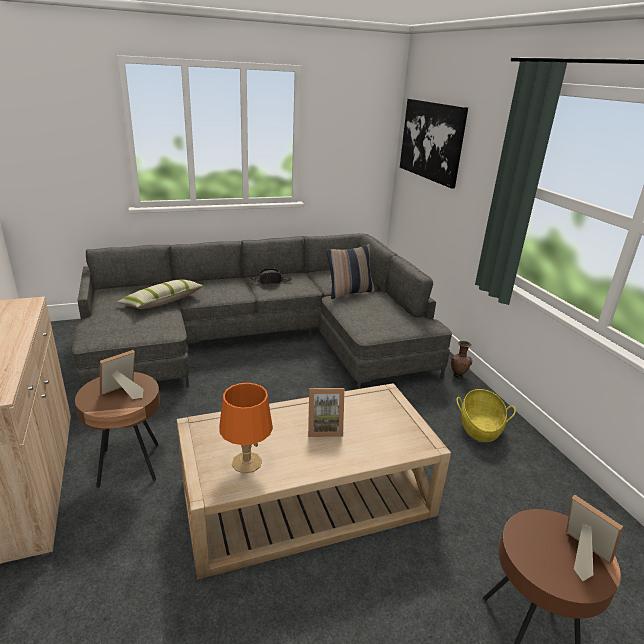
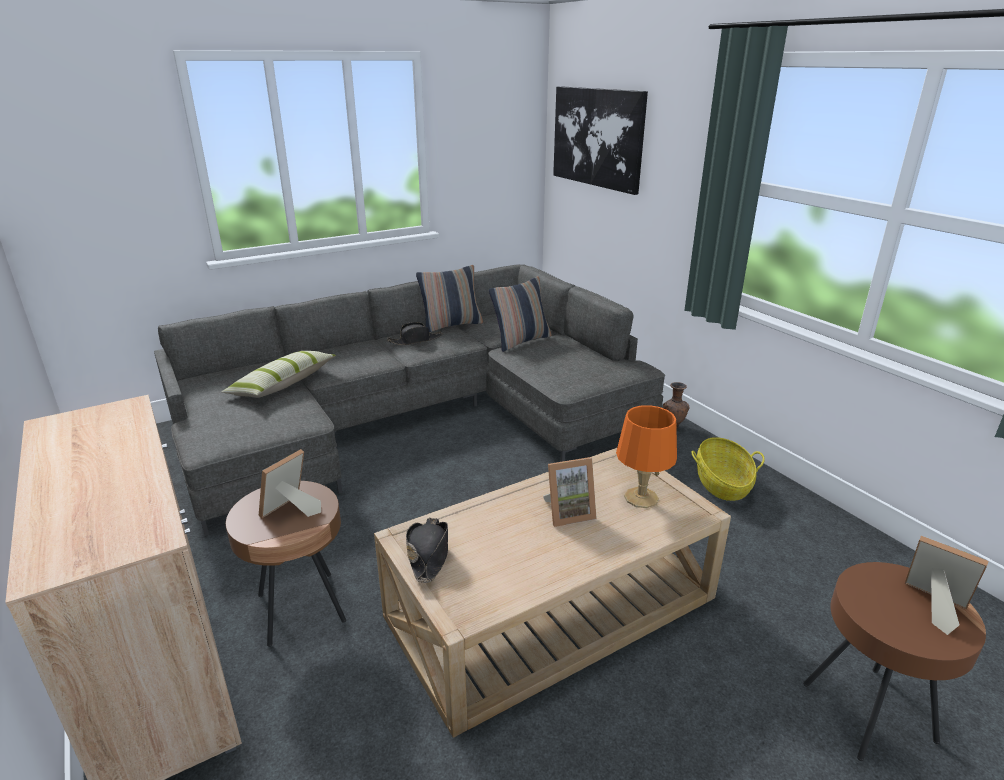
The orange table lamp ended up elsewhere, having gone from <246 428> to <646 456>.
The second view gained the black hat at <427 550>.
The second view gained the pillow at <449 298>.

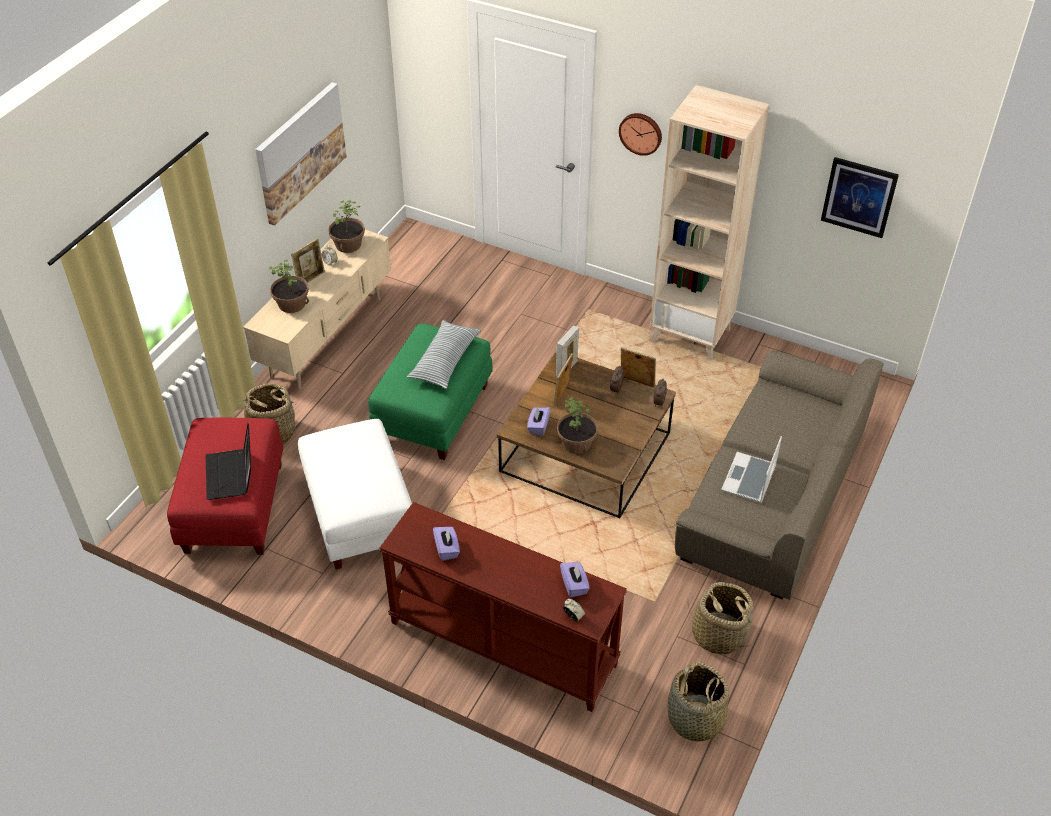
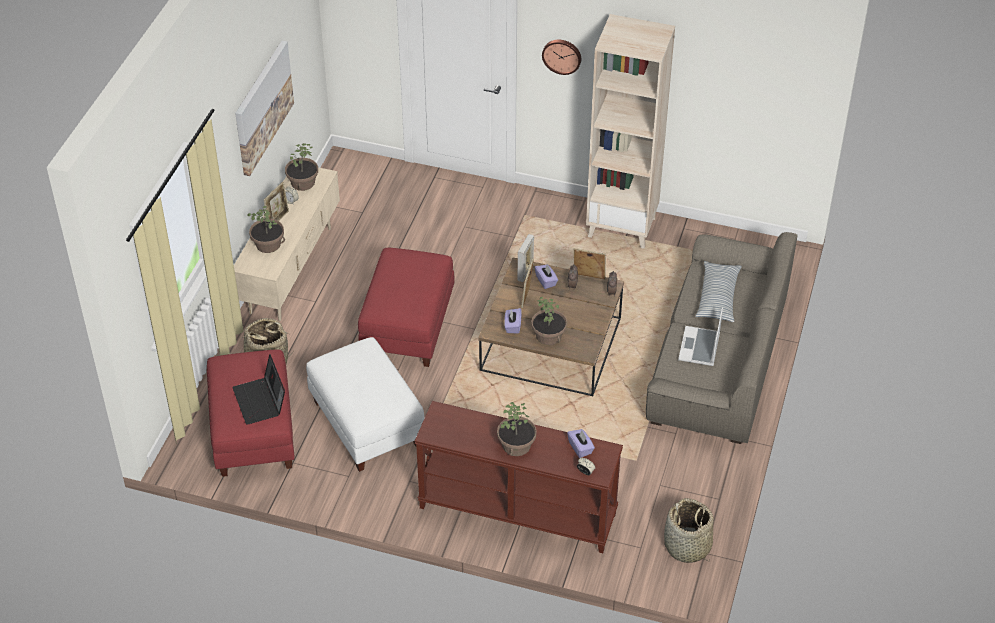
What was the green ottoman at <430 392> turned into the red ottoman at <406 307>.
The pillow ended up elsewhere, having gone from <444 354> to <718 291>.
The purple tissue box ended up elsewhere, having gone from <446 544> to <546 276>.
The second view lost the basket at <720 618>.
The second view lost the picture at <860 197>.
The second view gained the potted plant at <517 429>.

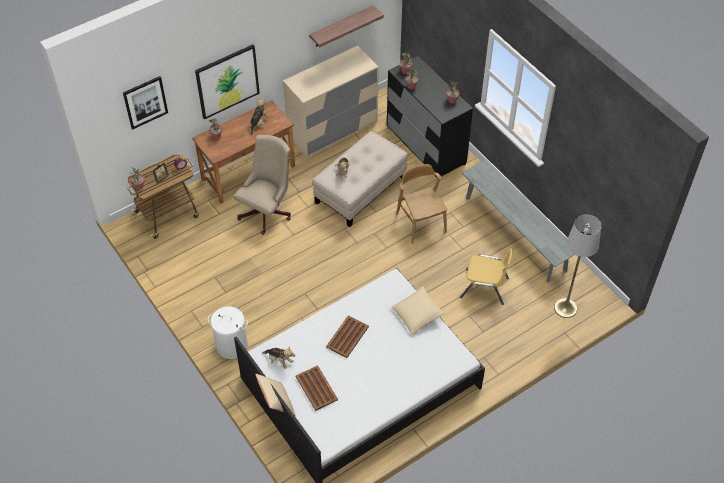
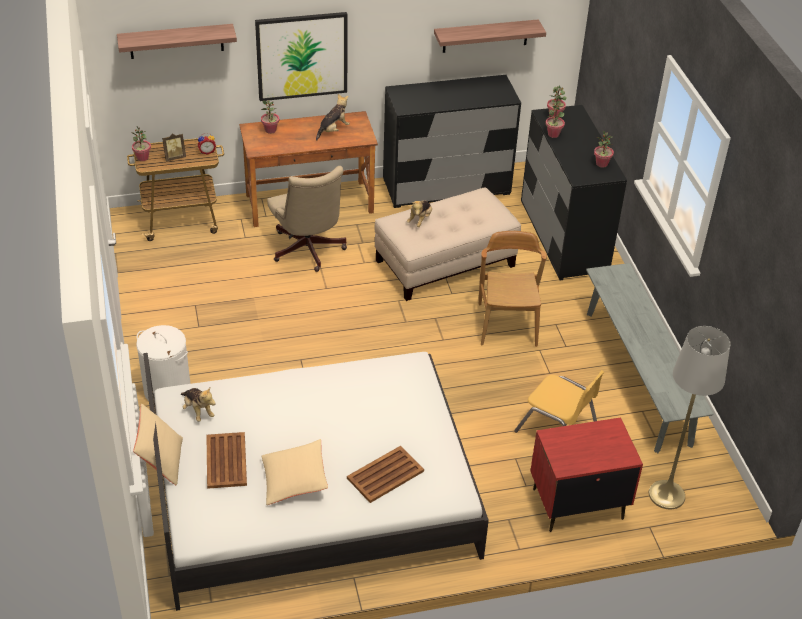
Where the picture hung at <145 103>, the shelf came to hang at <177 41>.
The beige office chair at <262 185> ended up facing another way, 105 degrees clockwise from before.
What was the beige dresser at <331 102> turned into the black dresser at <452 141>.
The brown tray ended up elsewhere, having gone from <347 337> to <385 474>.
The beige pillow ended up elsewhere, having gone from <417 310> to <295 472>.
The second view gained the red nightstand at <586 474>.

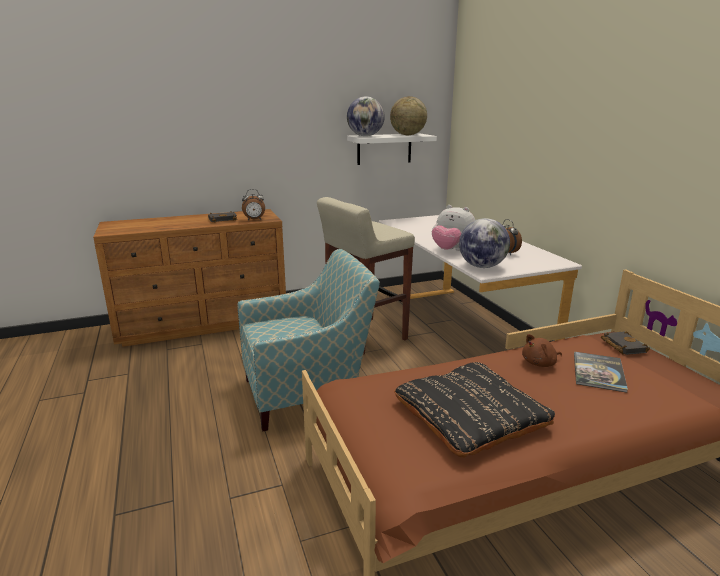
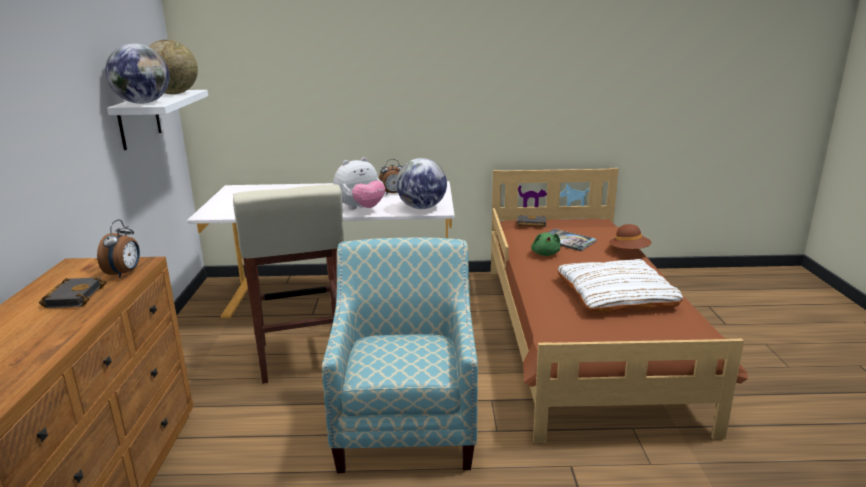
What was the black pillow at <474 410> turned into the white pillow at <620 286>.
What was the brown plush toy at <542 350> turned into the green plush toy at <546 244>.
The second view gained the brown hat at <630 236>.

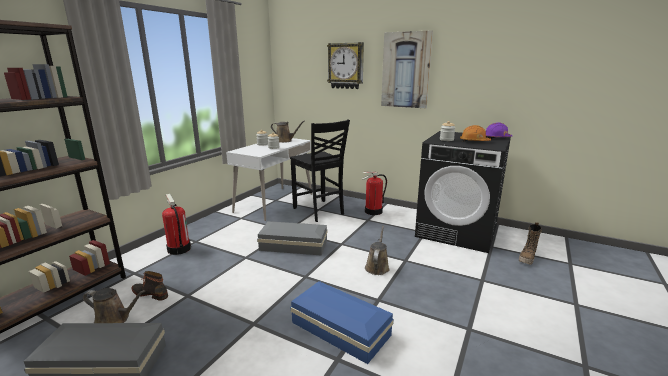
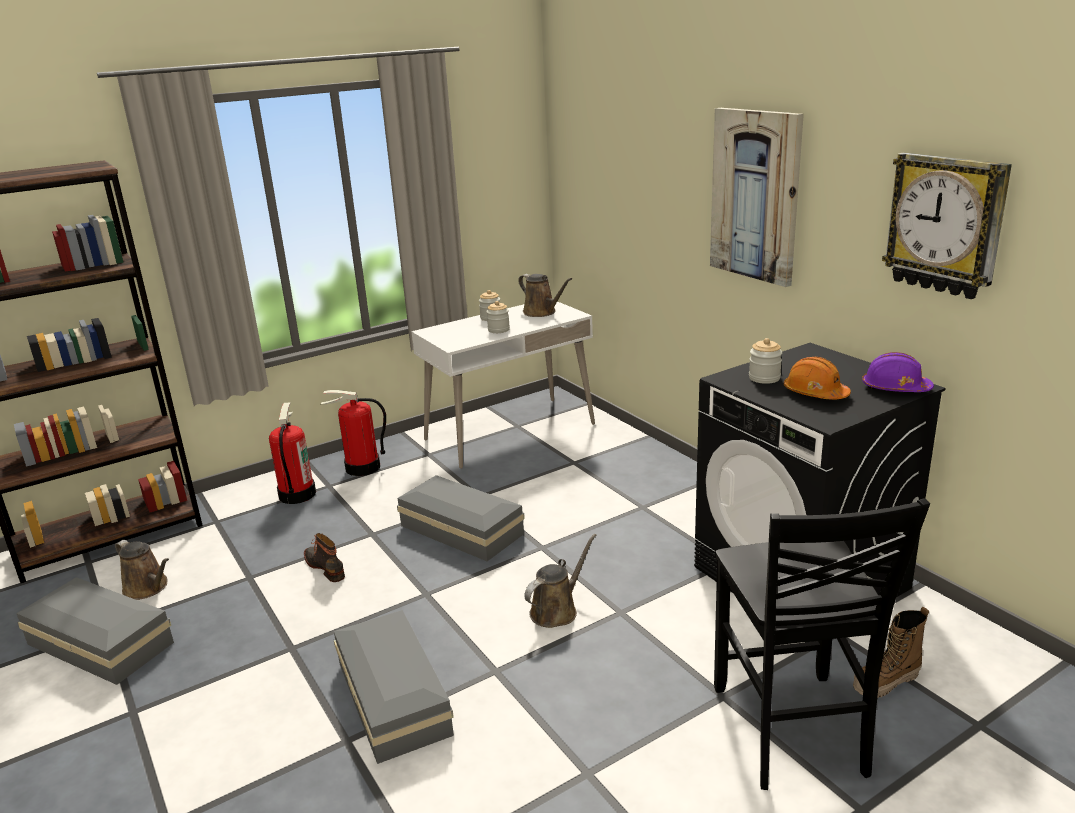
The boot ended up elsewhere, having gone from <149 285> to <324 557>.
The black chair ended up elsewhere, having gone from <320 171> to <822 644>.
What was the blue storage box at <342 322> turned into the grey storage box at <394 687>.
The wall clock ended up elsewhere, having gone from <345 65> to <947 226>.
The fire extinguisher ended up elsewhere, having gone from <374 193> to <353 433>.

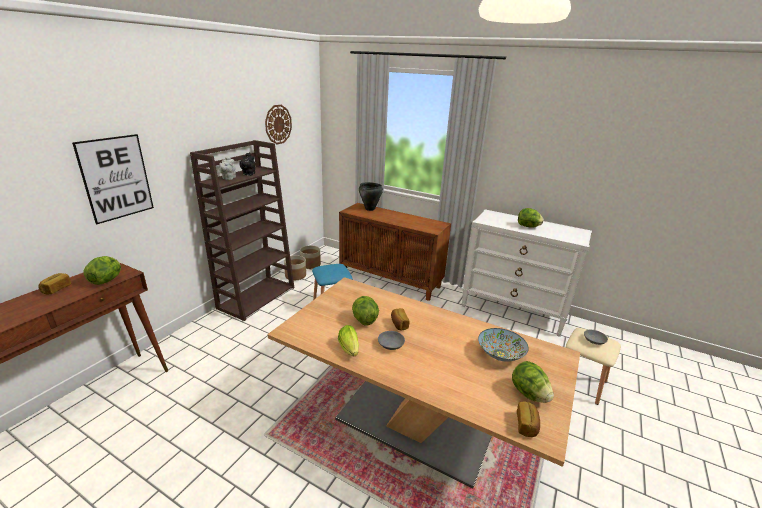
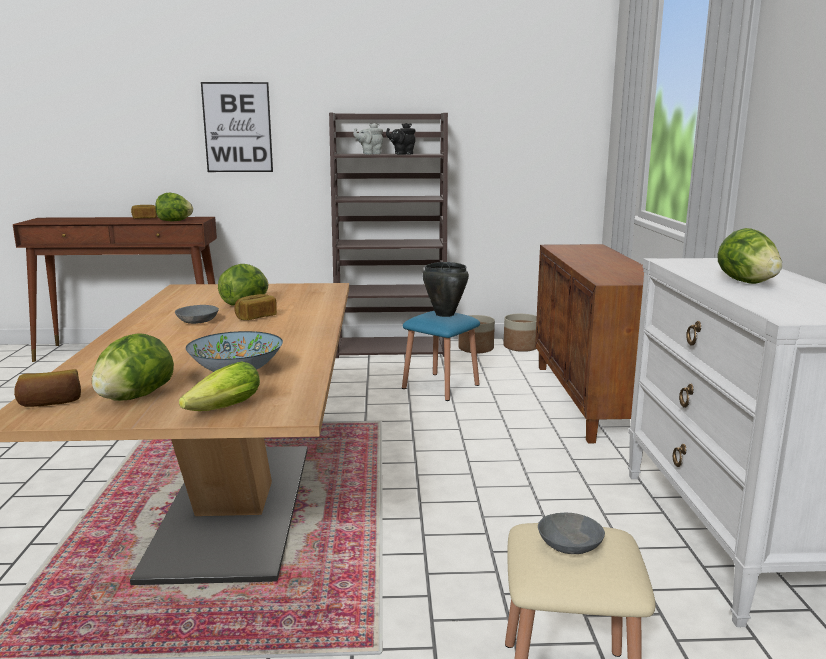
The second view lost the wall clock at <278 124>.
The lettuce ended up elsewhere, having gone from <348 340> to <219 386>.
The black cooking pot ended up elsewhere, having gone from <371 196> to <445 289>.

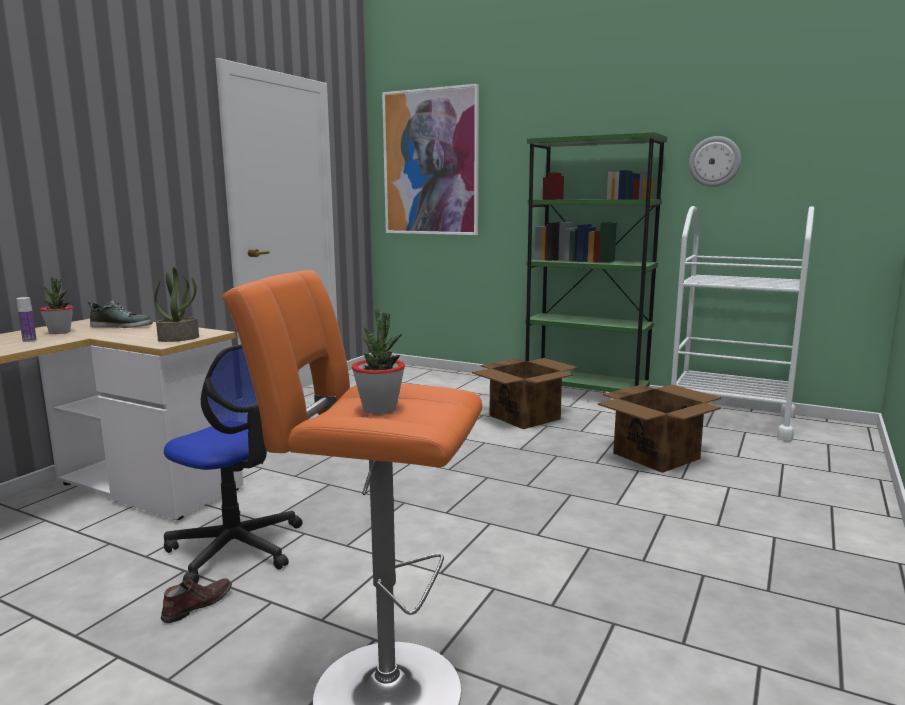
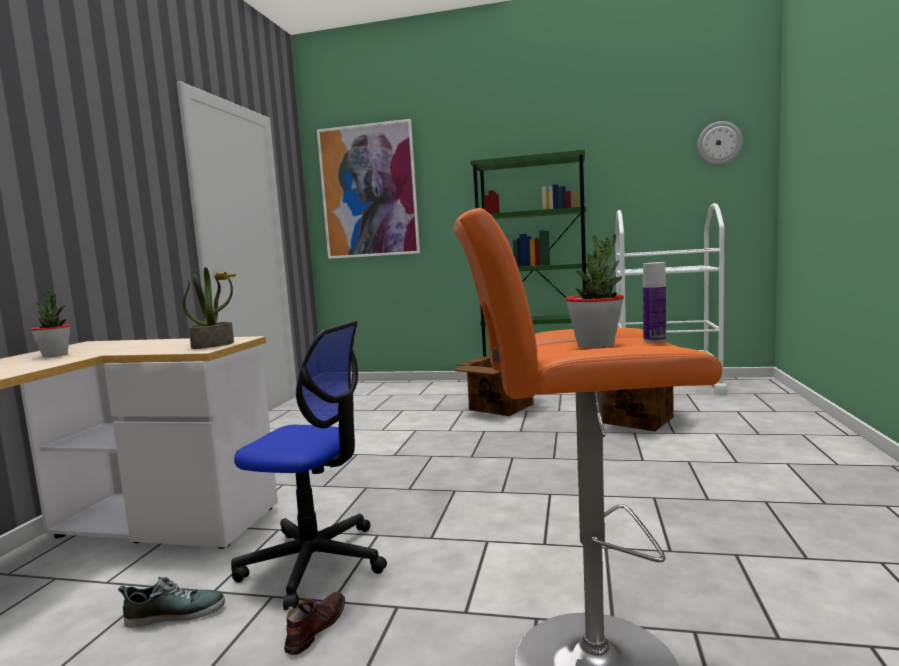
The bottle ended up elsewhere, having gone from <26 319> to <654 302>.
The shoe ended up elsewhere, having gone from <120 314> to <171 602>.
The wall clock ended up elsewhere, having gone from <715 161> to <720 143>.

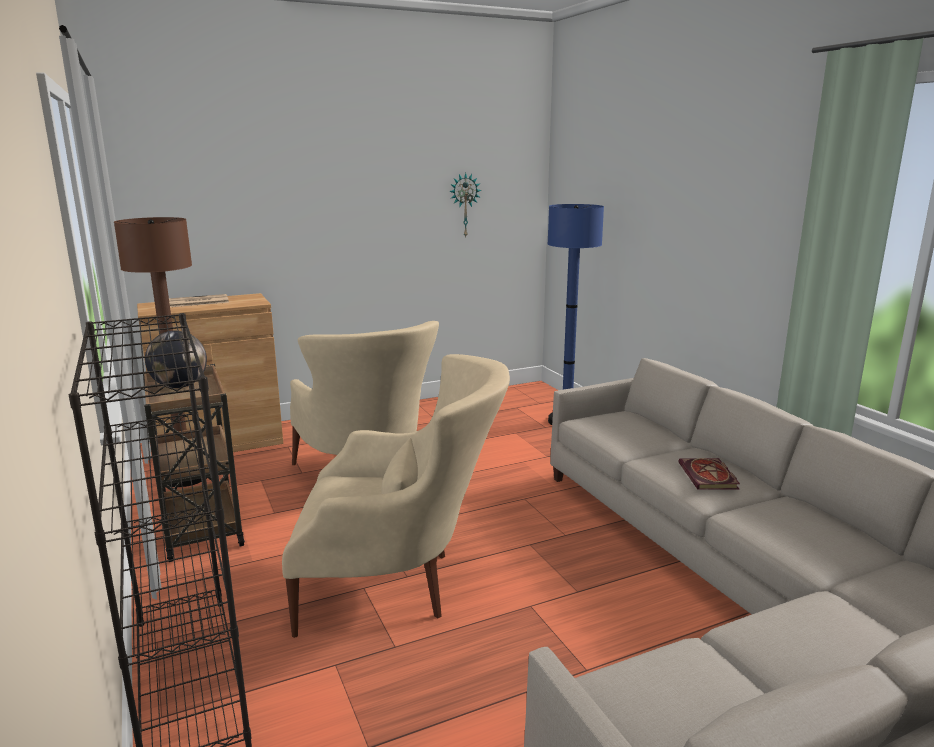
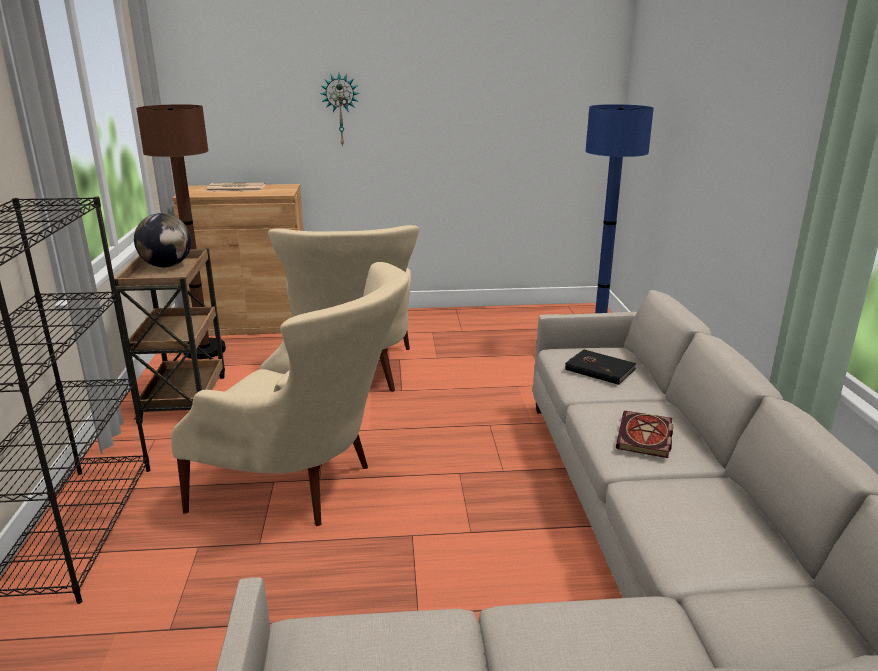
The wall clock ended up elsewhere, having gone from <465 205> to <340 110>.
The second view gained the black book at <600 367>.

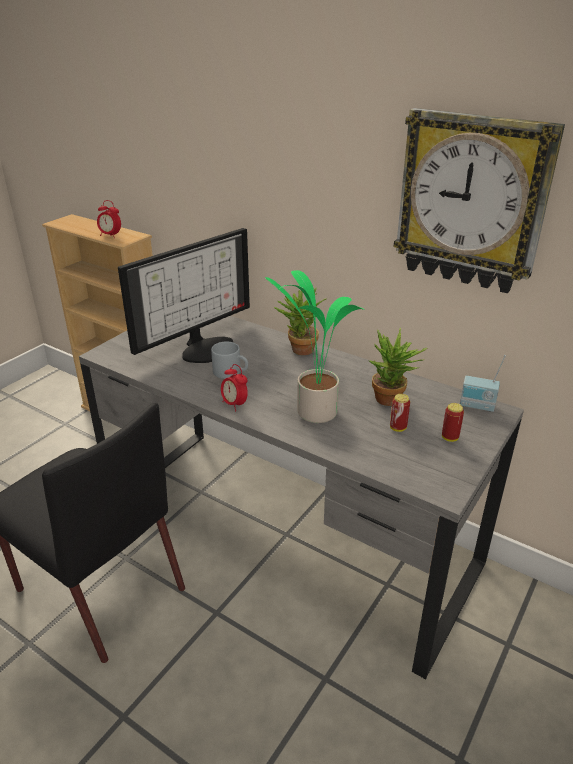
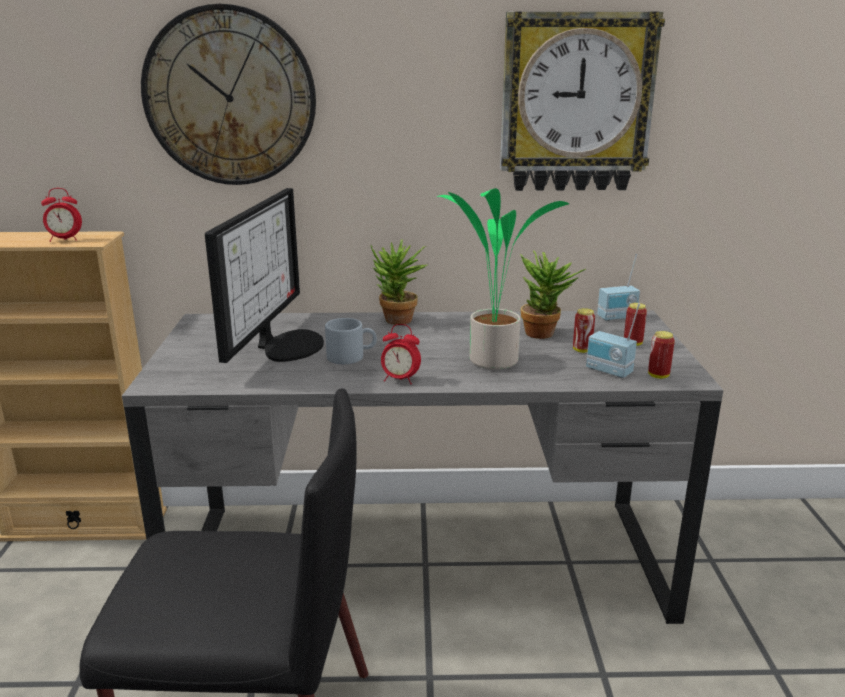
The second view gained the wall clock at <228 94>.
The second view gained the radio at <613 340>.
The second view gained the can at <661 355>.

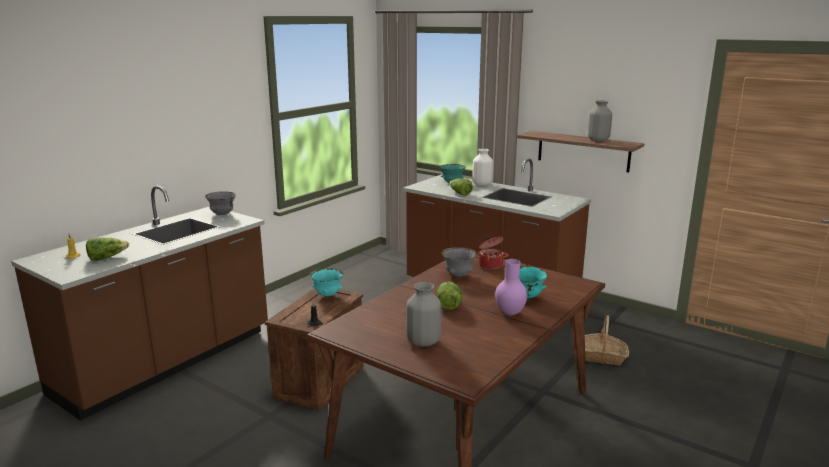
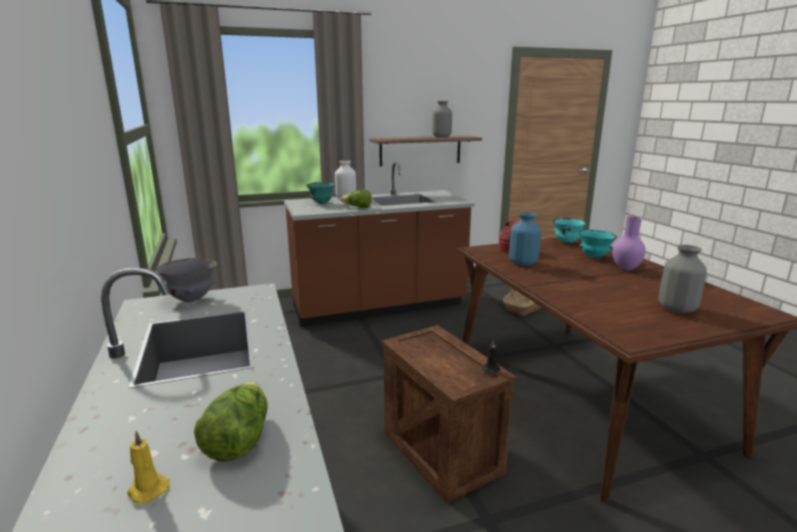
The turquoise bowl ended up elsewhere, having gone from <327 282> to <570 230>.
The second view lost the lettuce at <449 296>.
Where the grey bowl stood at <459 262>, the blue vase came to stand at <525 239>.

